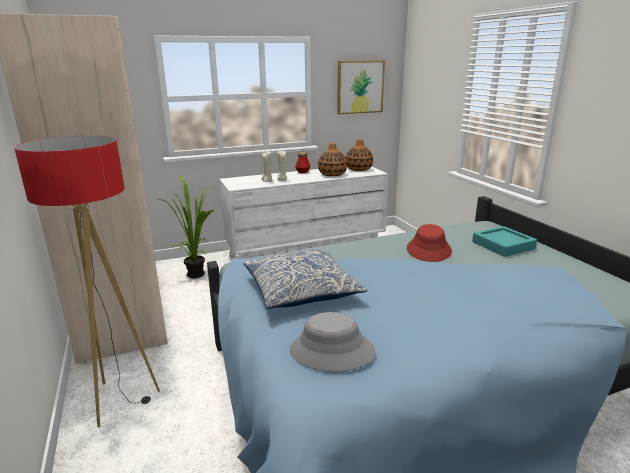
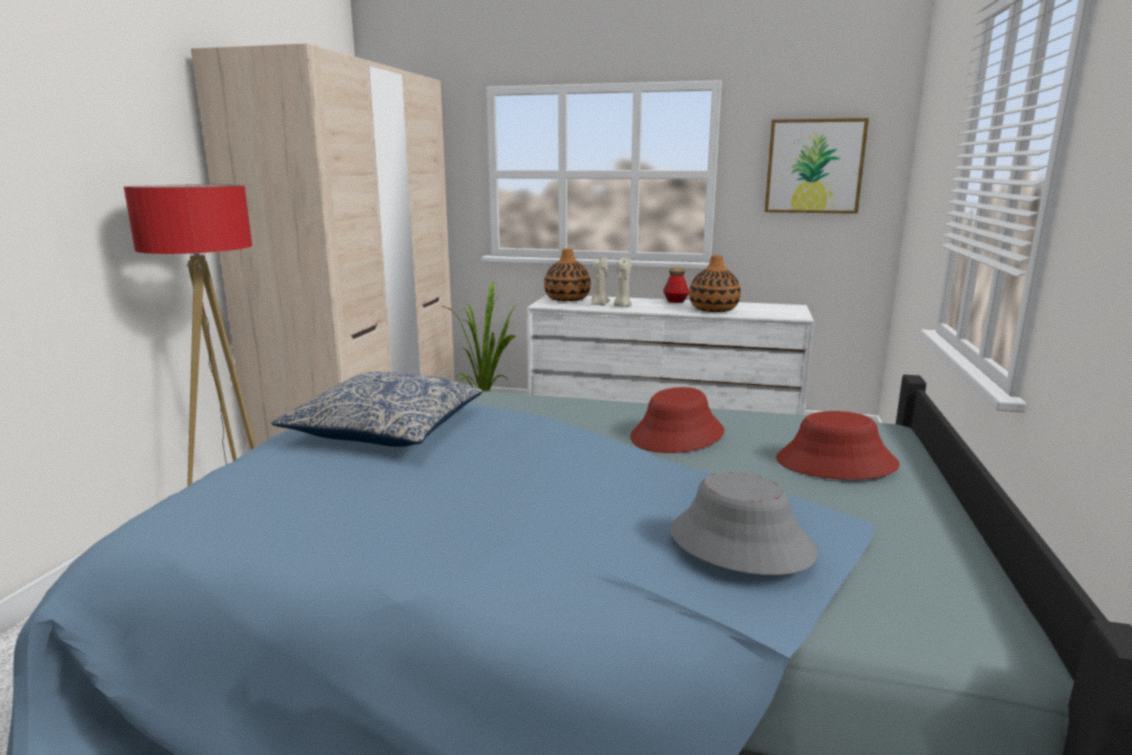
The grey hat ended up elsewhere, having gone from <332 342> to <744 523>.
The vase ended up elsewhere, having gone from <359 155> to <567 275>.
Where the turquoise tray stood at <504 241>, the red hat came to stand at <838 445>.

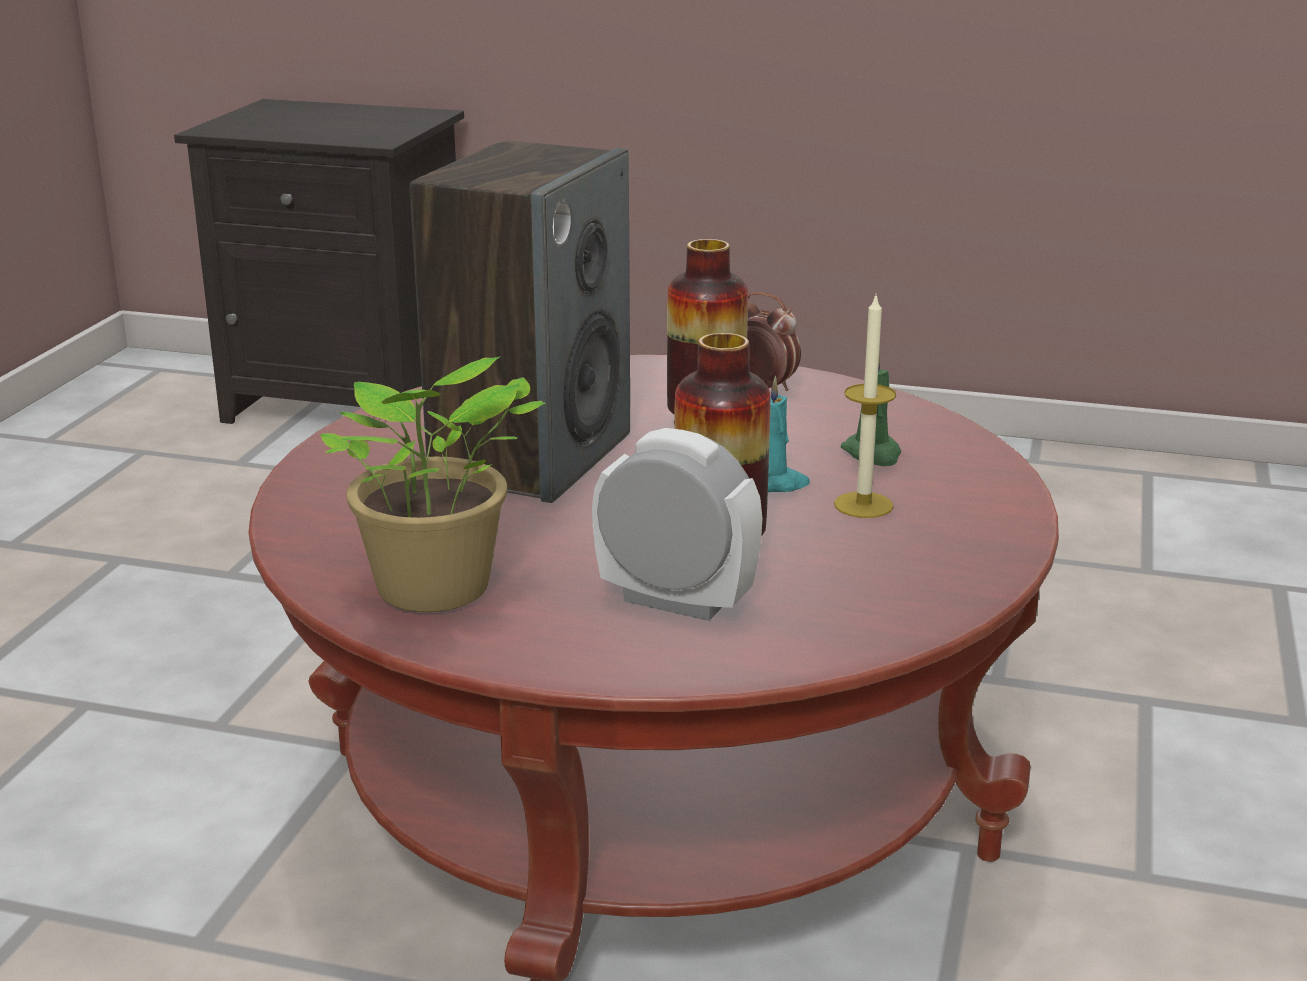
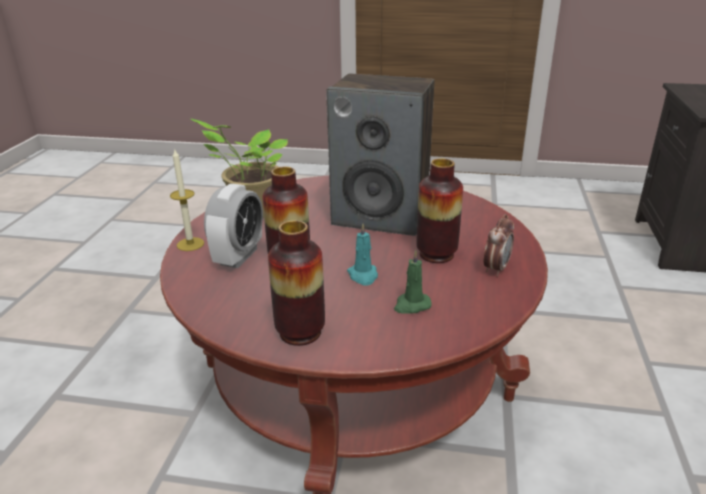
The candle ended up elsewhere, having gone from <865 407> to <187 199>.
The second view gained the vase at <296 283>.

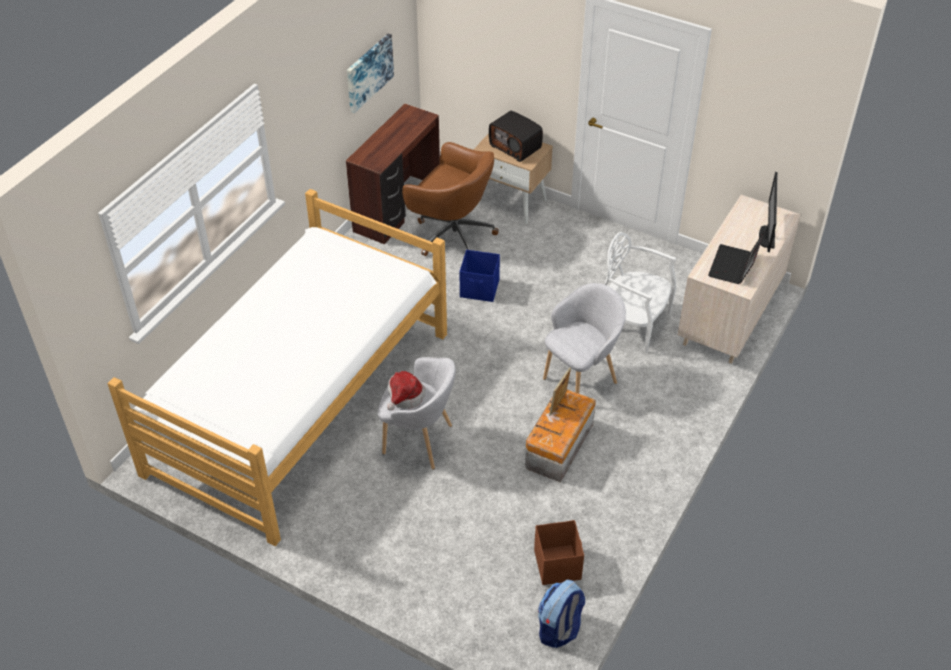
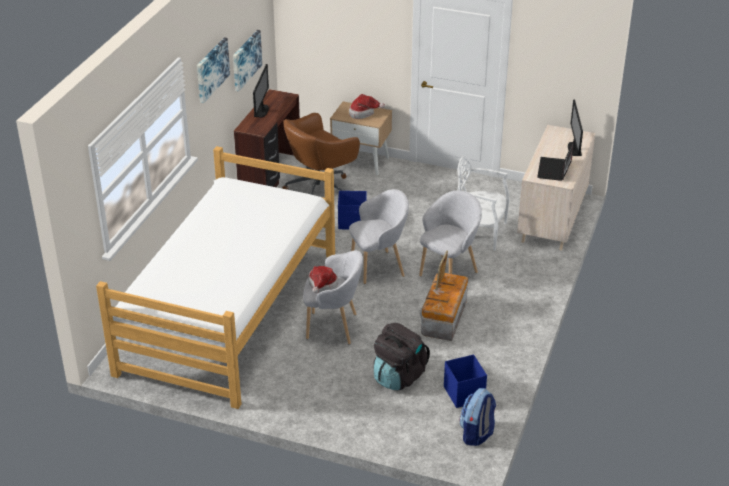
The brown office chair at <450 199> ended up facing another way, 120 degrees clockwise from before.
Where the radio stood at <516 136>, the hat came to stand at <367 106>.
What was the brown storage box at <559 552> turned into the blue storage box at <465 381>.
The second view gained the picture at <213 70>.
The second view gained the monitor at <261 90>.
The second view gained the grey armchair at <379 236>.
The second view gained the black backpack at <402 356>.

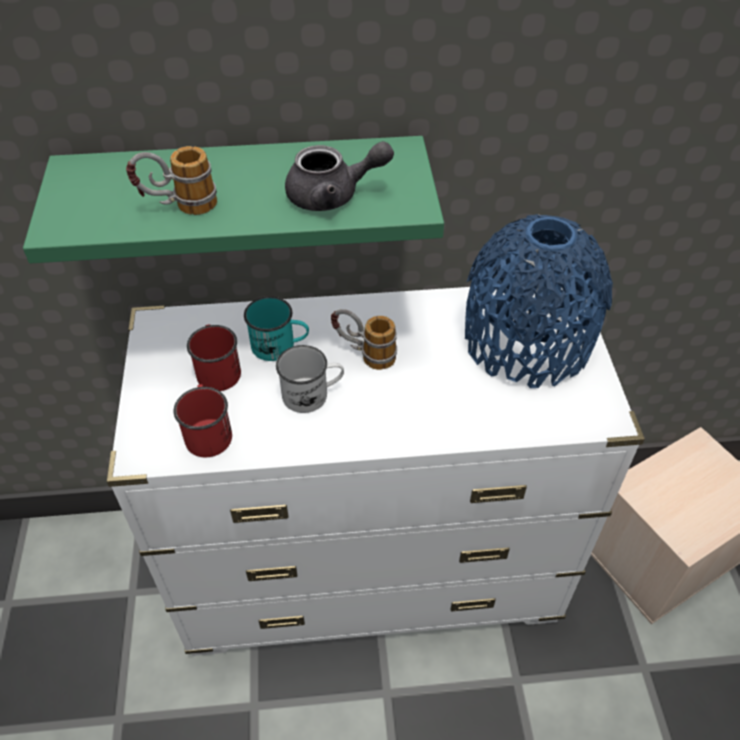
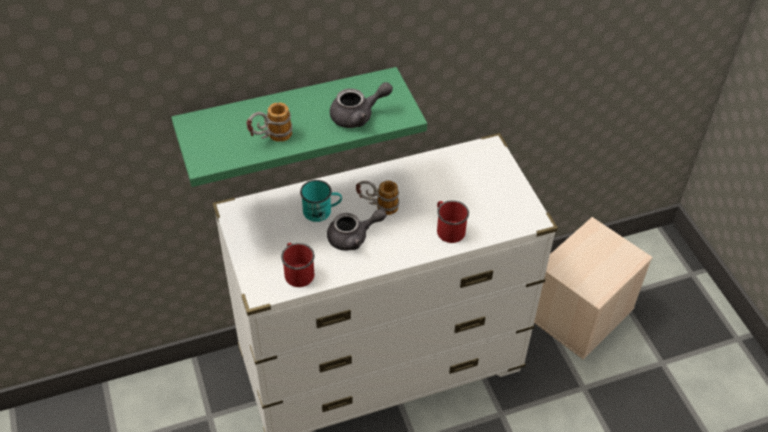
The red mug ended up elsewhere, having gone from <214 357> to <453 221>.
Where the white mug stood at <310 379>, the grey teapot came to stand at <357 229>.
The second view lost the blue vase at <539 301>.

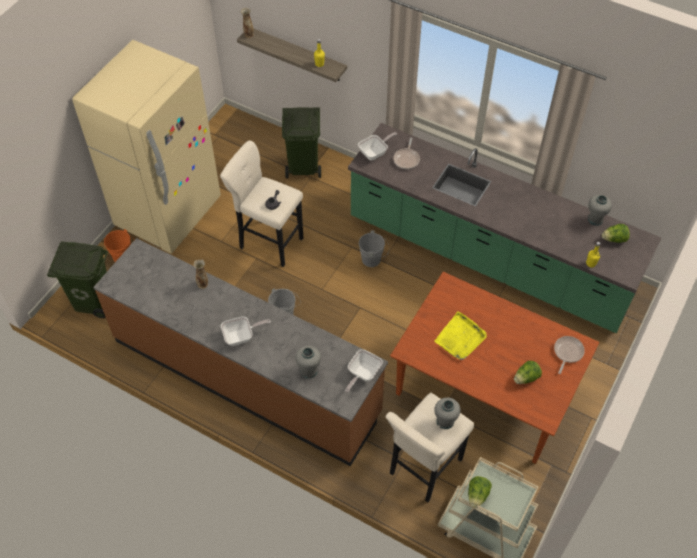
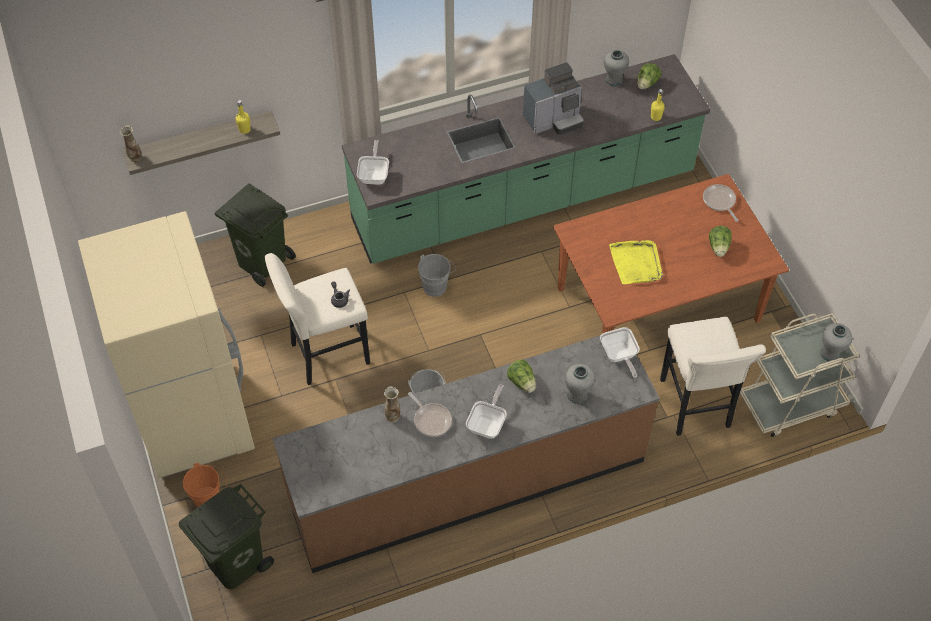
The frying pan ended up elsewhere, having gone from <406 153> to <430 414>.
The grey vase ended up elsewhere, having gone from <447 413> to <836 342>.
The lettuce ended up elsewhere, having gone from <480 492> to <521 376>.
The second view gained the coffee machine at <553 98>.

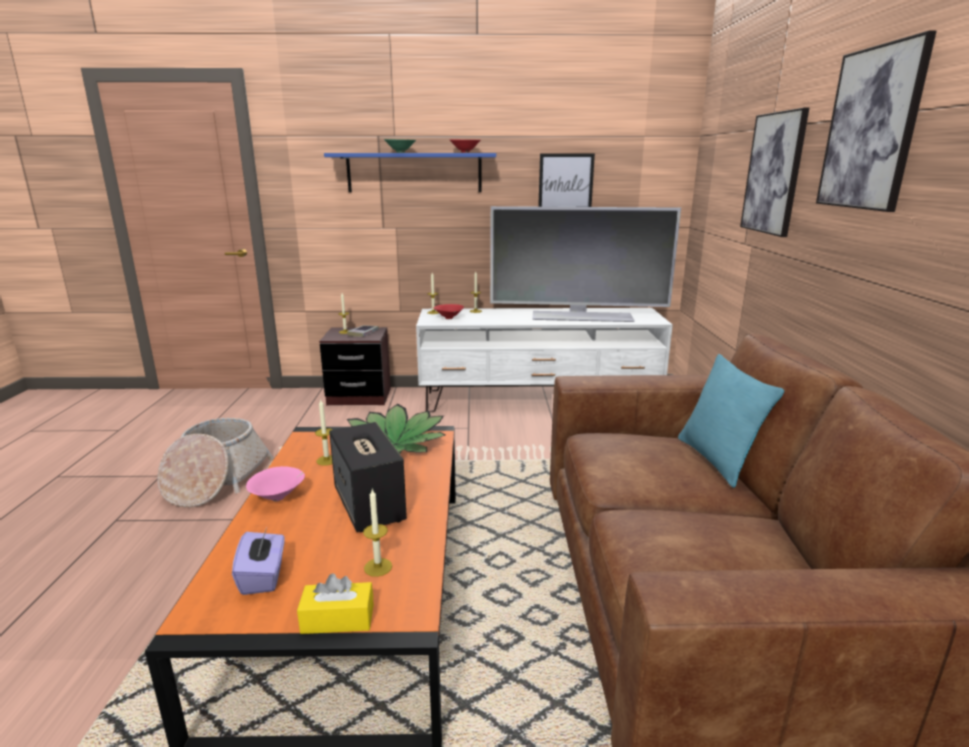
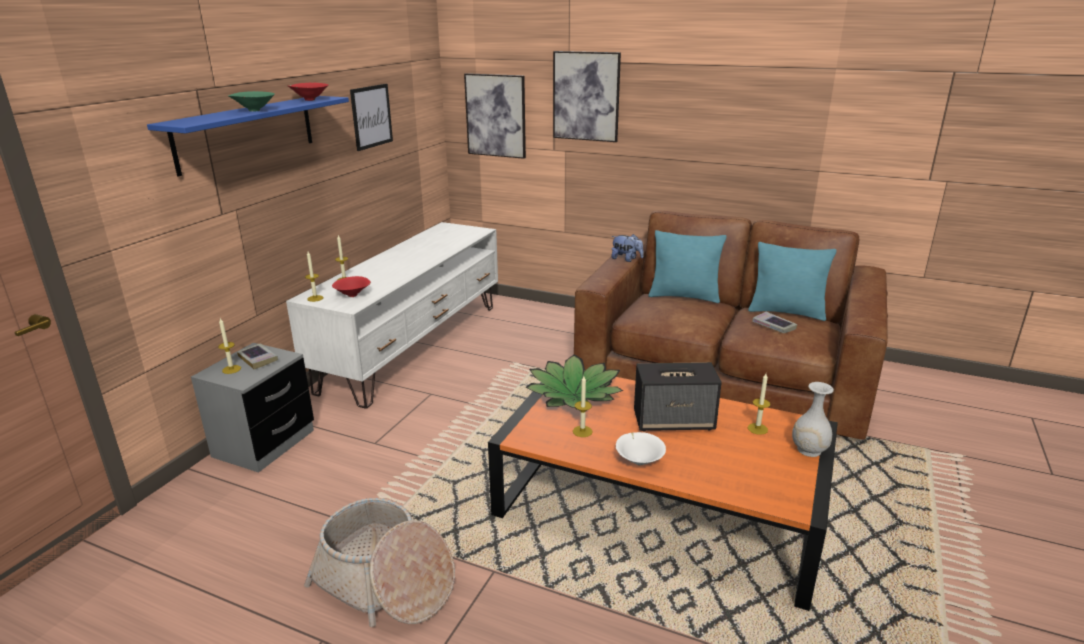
The second view lost the purple tissue box at <258 561>.
What was the pink bowl at <275 483> turned into the white bowl at <641 449>.
Where the yellow tissue box stood at <335 603>, the white vase came to stand at <813 419>.
What was the brown nightstand at <355 366> turned into the grey nightstand at <252 408>.
The second view lost the television at <585 264>.
The picture ended up elsewhere, having gone from <876 121> to <495 116>.
The second view gained the plush toy at <627 248>.
The second view gained the turquoise pillow at <792 281>.
The second view gained the book at <774 322>.

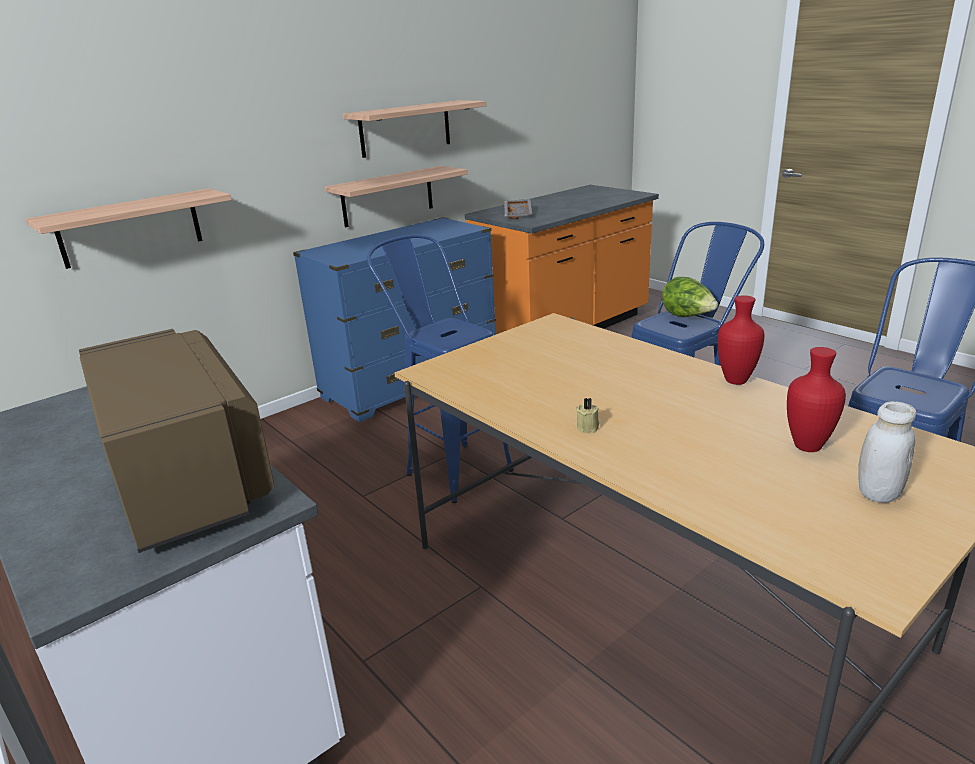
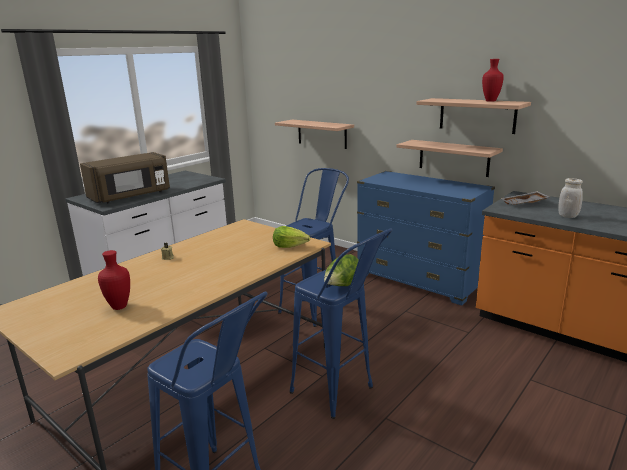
The red vase ended up elsewhere, having gone from <741 340> to <493 80>.
The white jar ended up elsewhere, having gone from <887 452> to <570 198>.
The second view gained the lettuce at <291 237>.

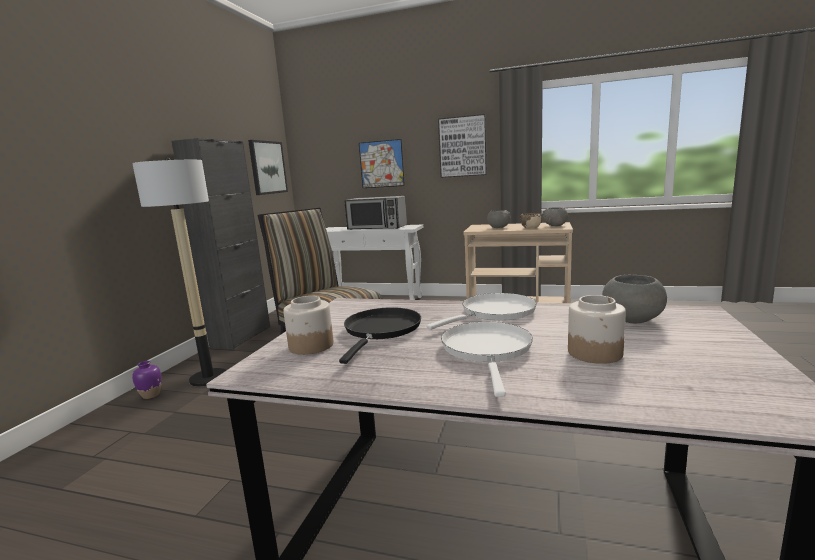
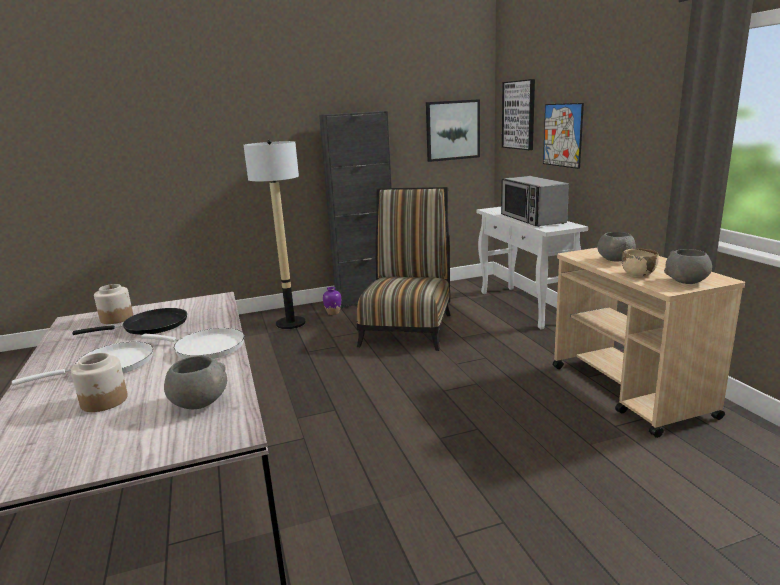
The purple vase ended up elsewhere, having gone from <147 380> to <332 301>.
The picture ended up elsewhere, having gone from <462 146> to <518 114>.

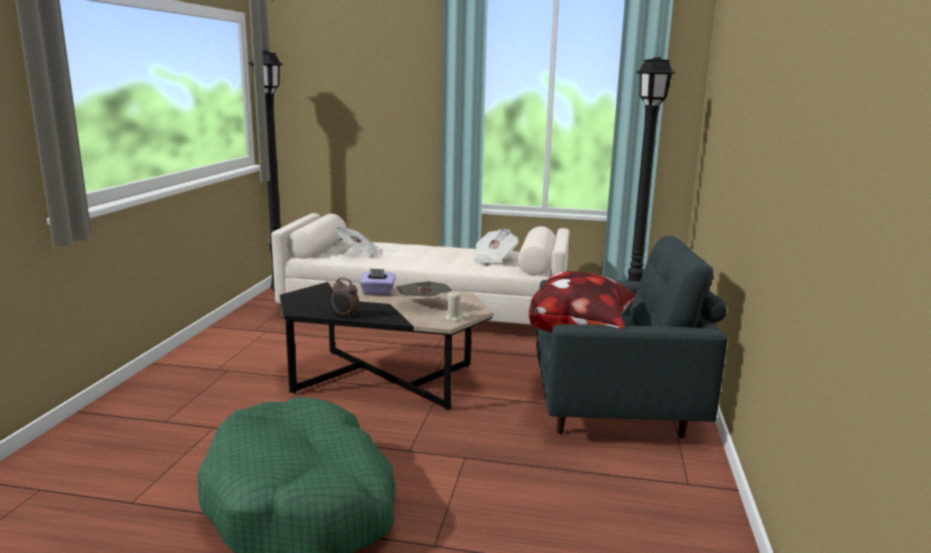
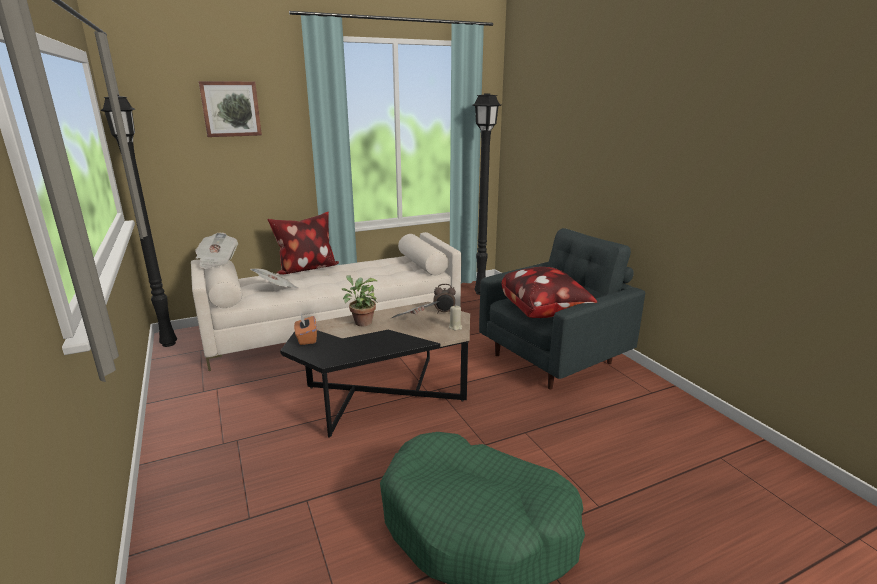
The alarm clock ended up elsewhere, having gone from <345 298> to <444 298>.
Where the purple tissue box stood at <378 282>, the potted plant came to stand at <360 301>.
The newspaper ended up elsewhere, having gone from <496 246> to <216 251>.
The second view gained the picture at <230 109>.
The second view gained the pillow at <303 243>.
The second view gained the orange tissue box at <305 329>.

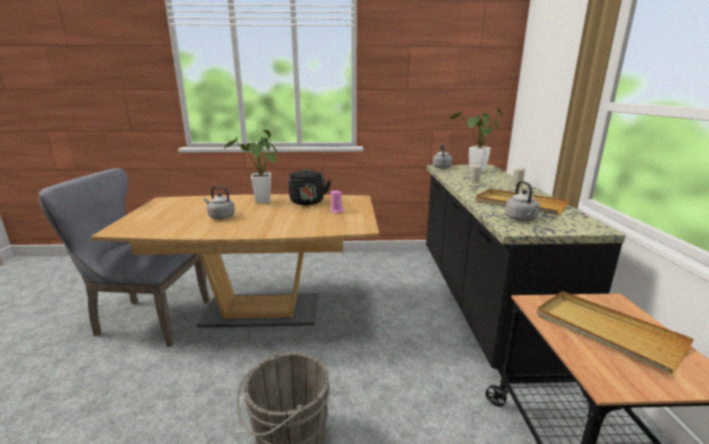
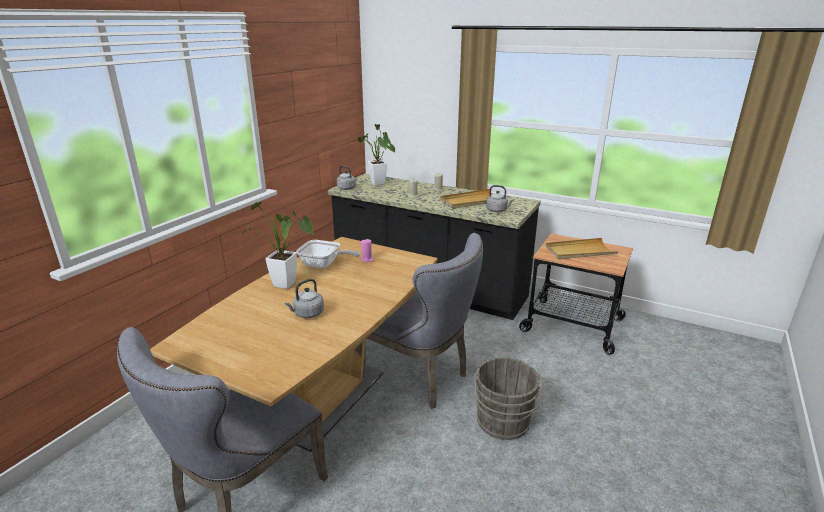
Where the black kettle stood at <310 187>, the frying pan came to stand at <328 254>.
The second view gained the grey chair at <419 321>.

